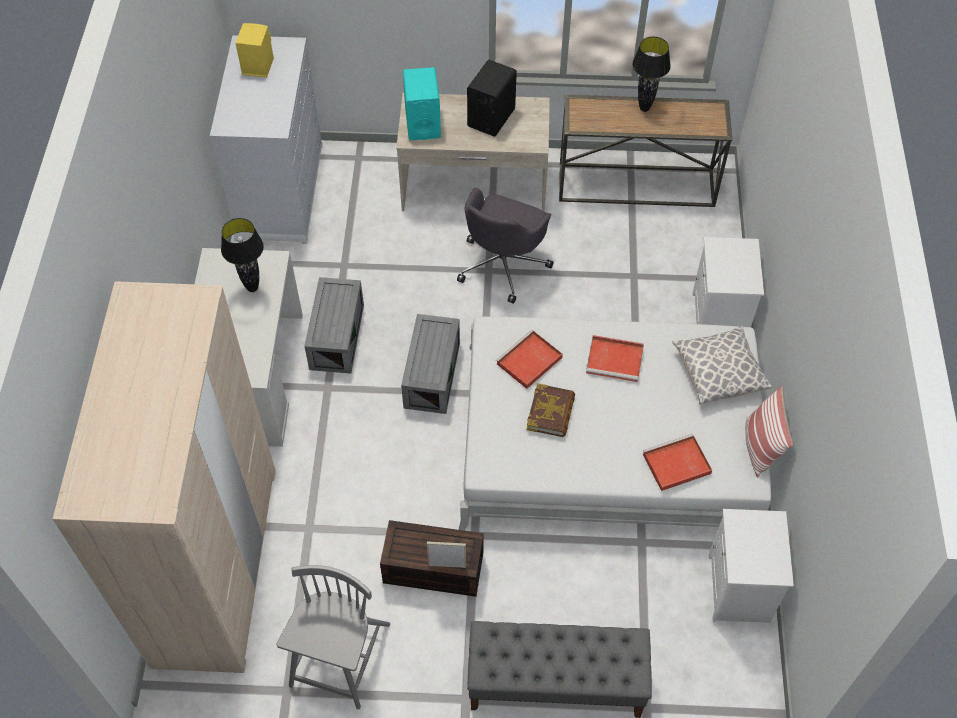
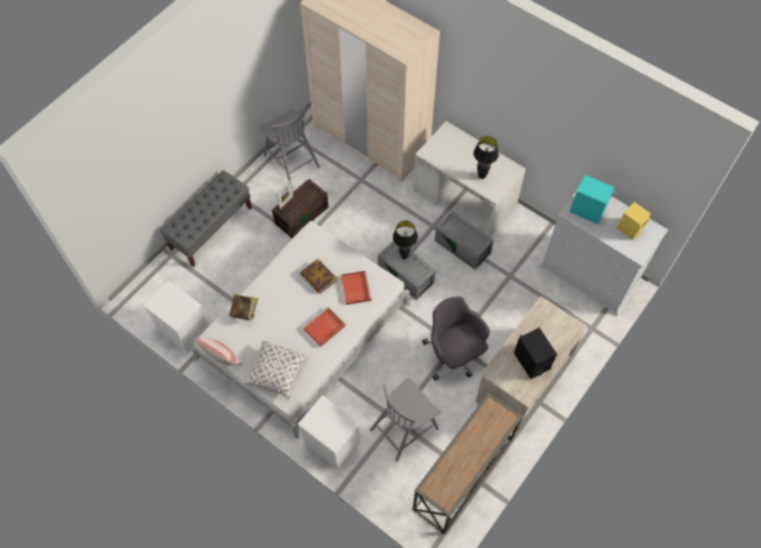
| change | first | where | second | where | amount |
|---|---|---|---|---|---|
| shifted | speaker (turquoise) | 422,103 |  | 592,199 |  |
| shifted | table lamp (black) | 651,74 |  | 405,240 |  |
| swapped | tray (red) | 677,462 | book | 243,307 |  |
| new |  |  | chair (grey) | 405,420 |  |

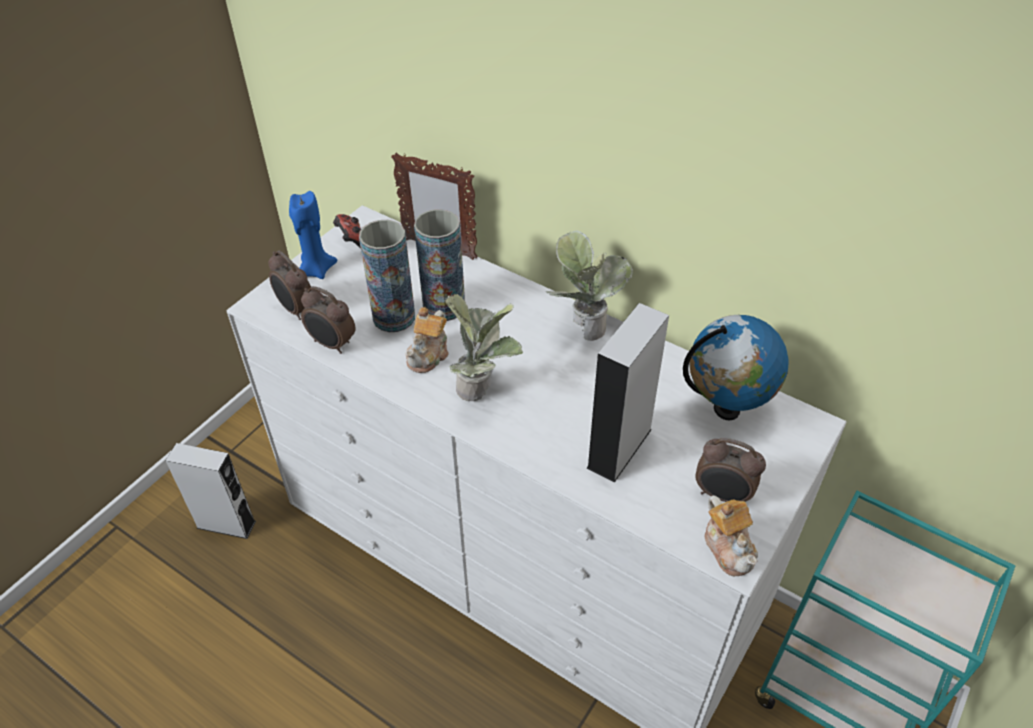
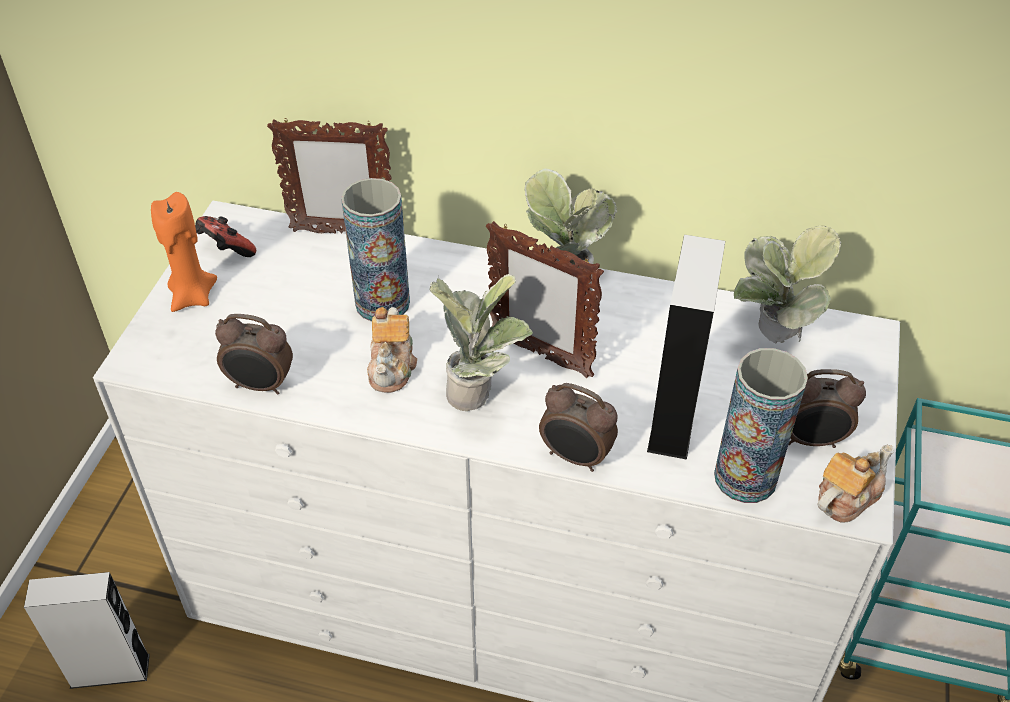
| change | first | where | second | where | amount |
|---|---|---|---|---|---|
| shifted | alarm clock | 289,285 |  | 578,427 |  |
| repainted | candle (blue) | 313,235 | candle (orange) | 184,252 |  |
| shifted | vase | 387,276 |  | 761,425 |  |
| swapped | globe | 736,367 | potted plant | 788,284 |  |
| rotated | teapot | 731,535 |  | 855,483 | 90 degrees counterclockwise |
| new |  |  | picture frame | 545,299 |  |

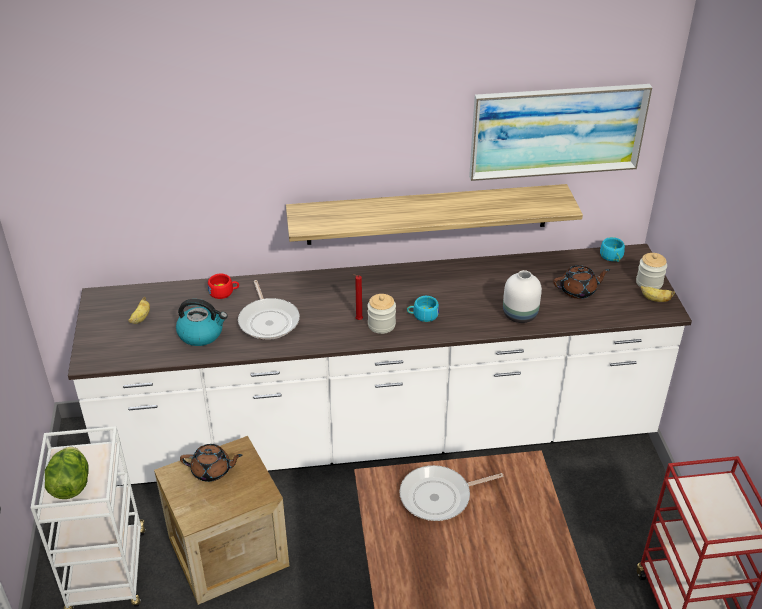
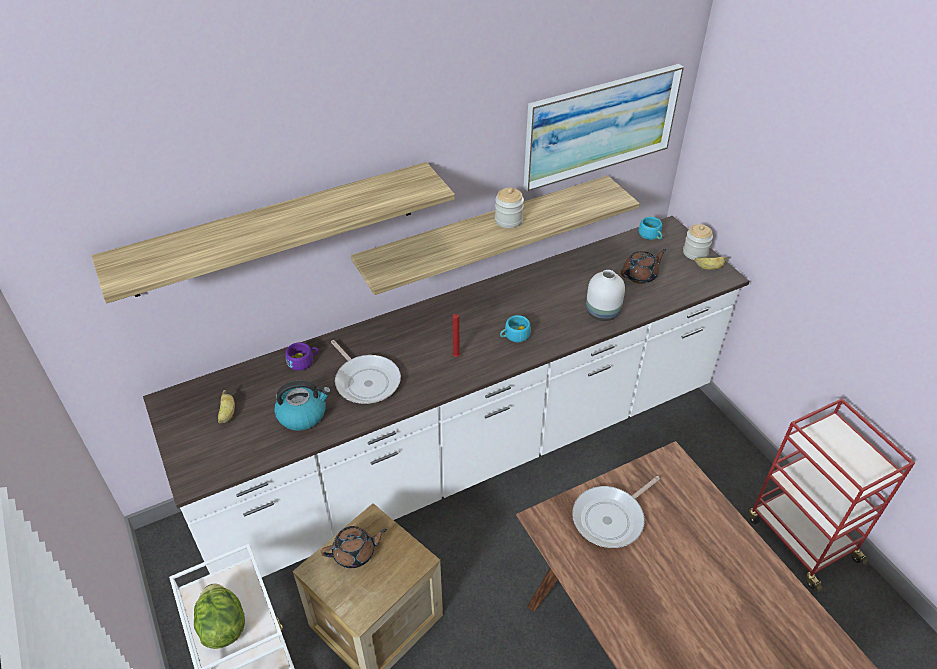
| change | first | where | second | where | amount |
|---|---|---|---|---|---|
| repainted | cup (red) | 223,286 | cup (purple) | 302,356 |  |
| shifted | jar | 381,314 |  | 509,208 |  |
| new |  |  | shelf | 273,233 |  |

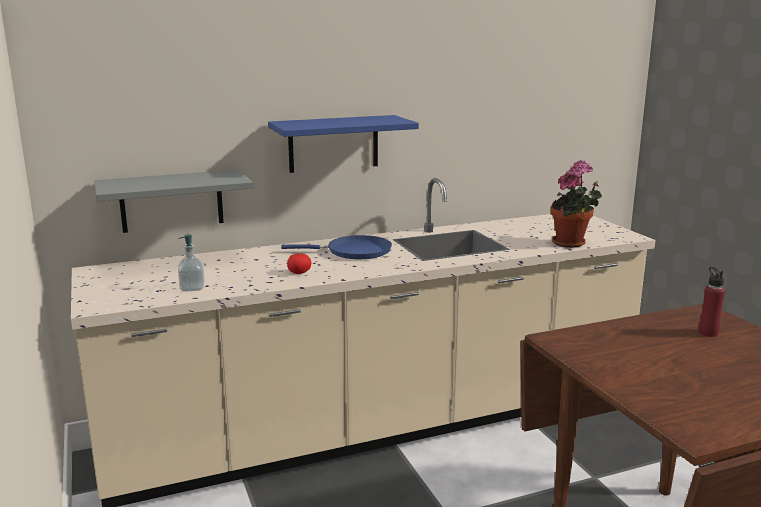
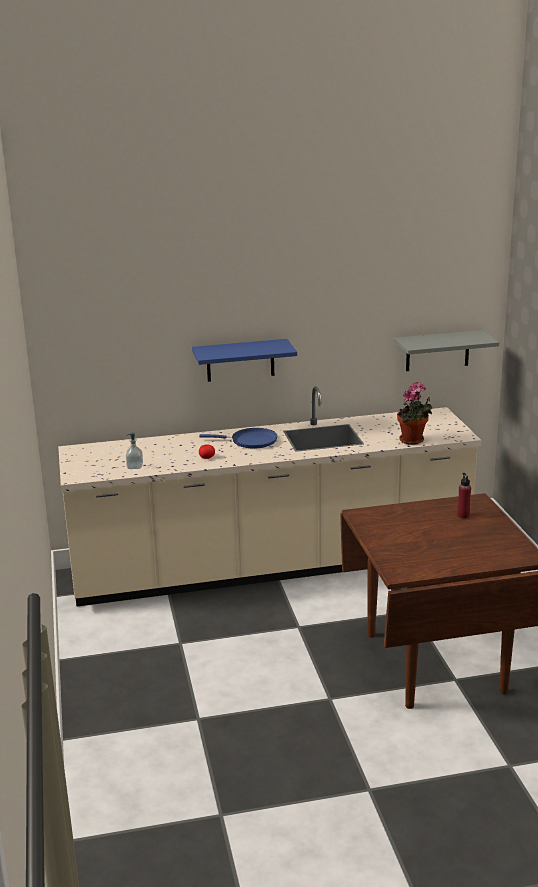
| change | first | where | second | where | amount |
|---|---|---|---|---|---|
| shifted | shelf (grey) | 173,201 |  | 446,350 |  |

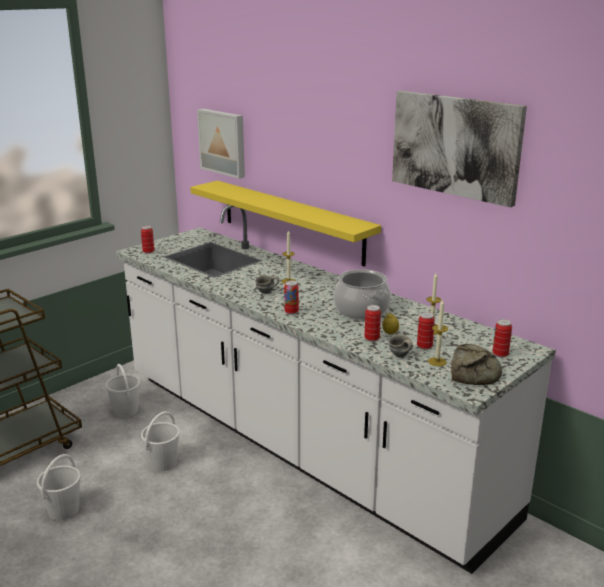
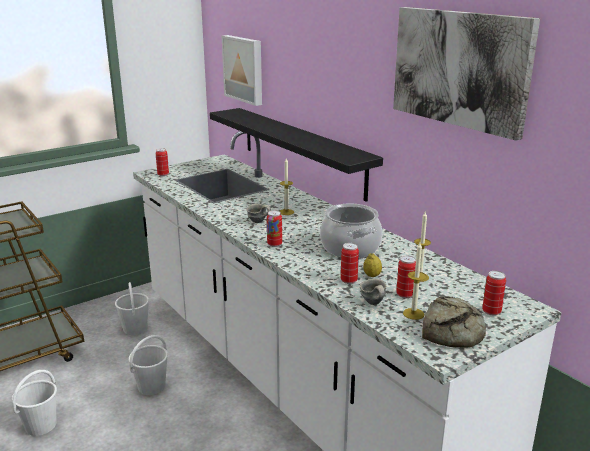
| change | first | where | second | where | amount |
|---|---|---|---|---|---|
| repainted | shelf (yellow) | 285,224 | shelf (black) | 296,155 |  |

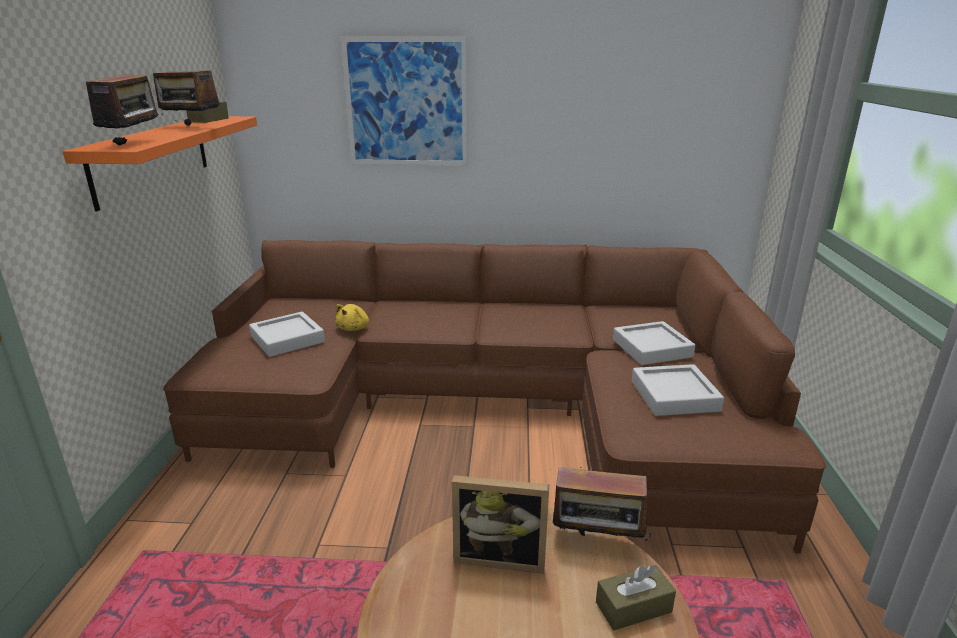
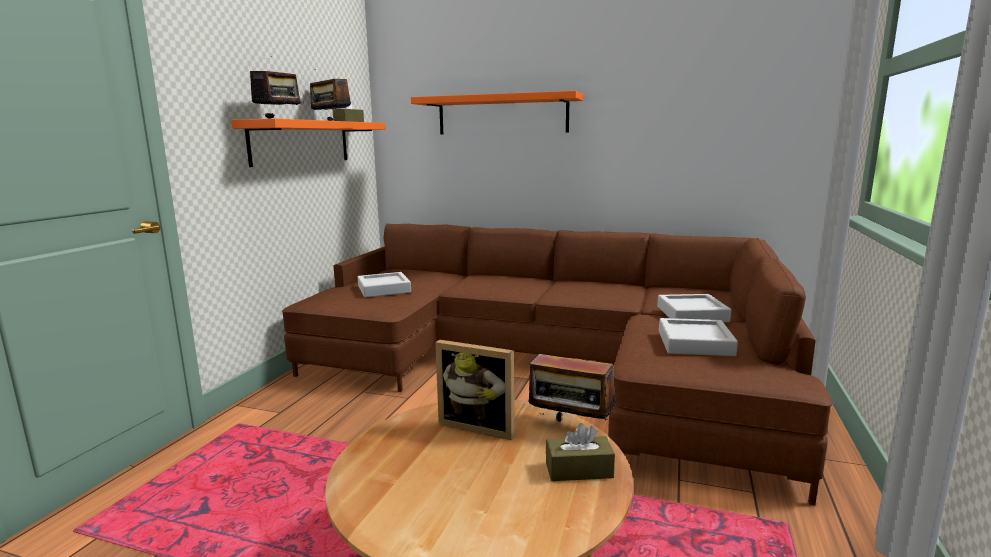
| change | first | where | second | where | amount |
|---|---|---|---|---|---|
| gone | plush toy (yellow) | 352,317 |  |  |  |
| swapped | picture | 404,100 | shelf (orange) | 497,112 |  |

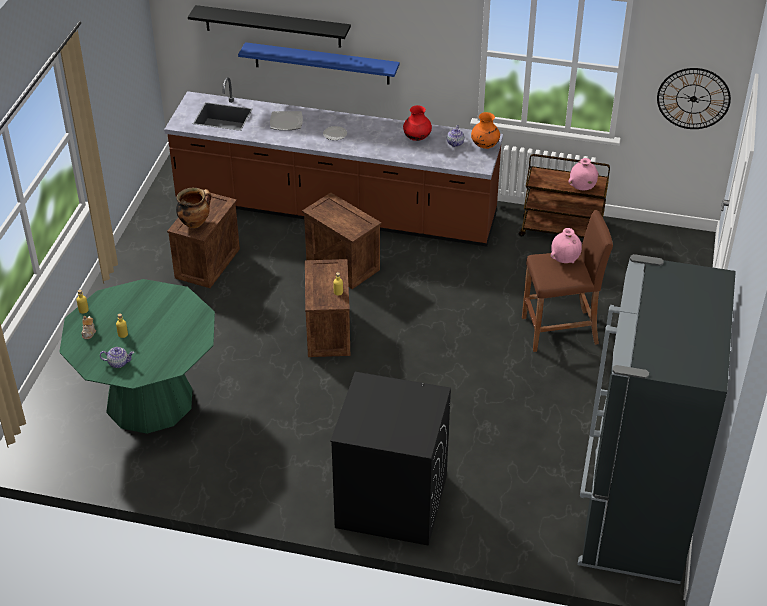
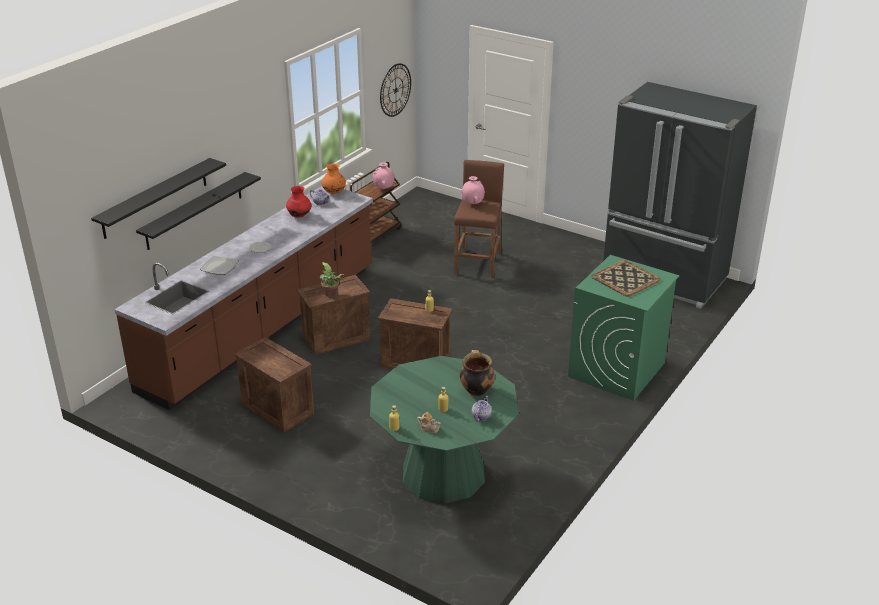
| change | first | where | second | where | amount |
|---|---|---|---|---|---|
| shifted | cooking pot | 193,208 |  | 477,373 |  |
| repainted | shelf (blue) | 319,63 | shelf (black) | 198,211 |  |
| repainted | washing machine (black) | 390,459 | washing machine (green) | 623,328 |  |
| new |  |  | potted plant | 332,279 |  |
| new |  |  | tray | 626,278 |  |

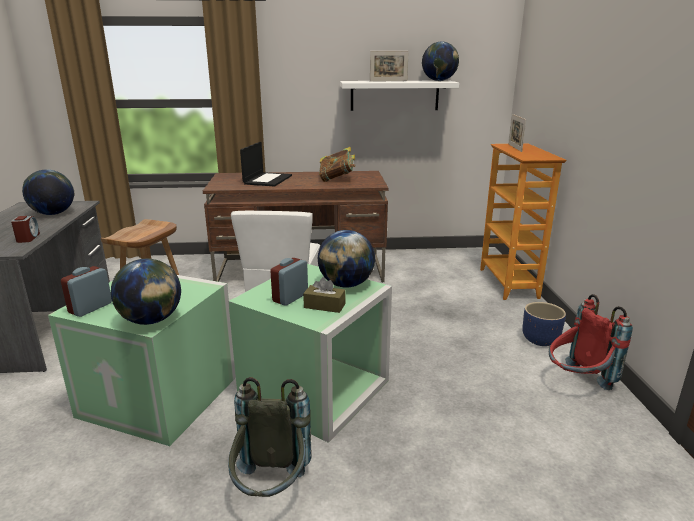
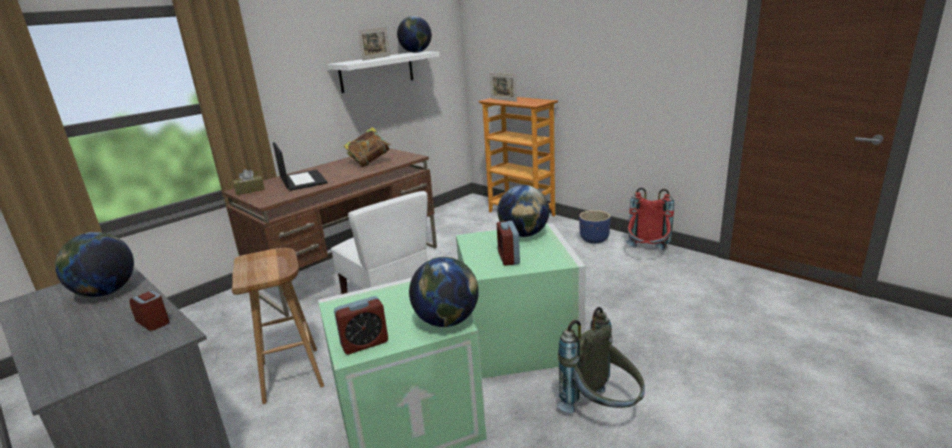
| change | first | where | second | where | amount |
|---|---|---|---|---|---|
| rotated | alarm clock | 86,291 |  | 361,325 | 105 degrees counterclockwise |
| shifted | tissue box (brown) | 324,295 |  | 249,182 |  |

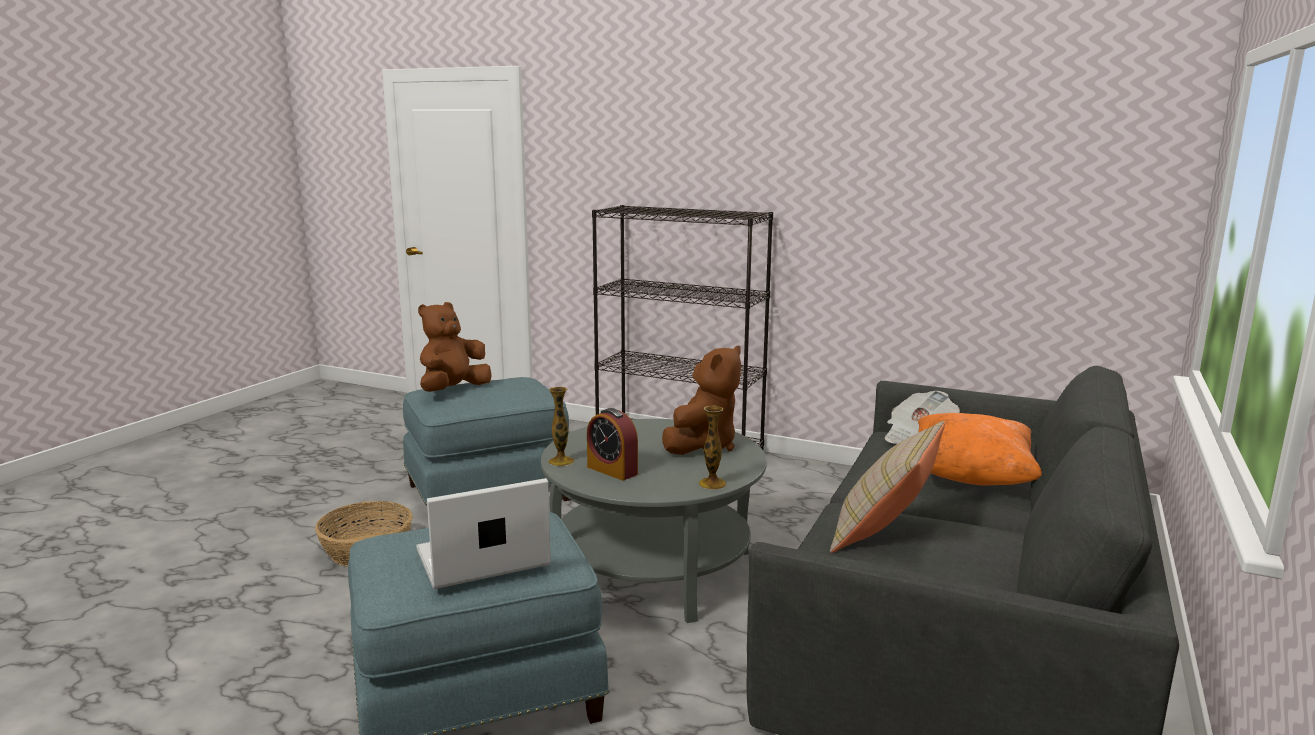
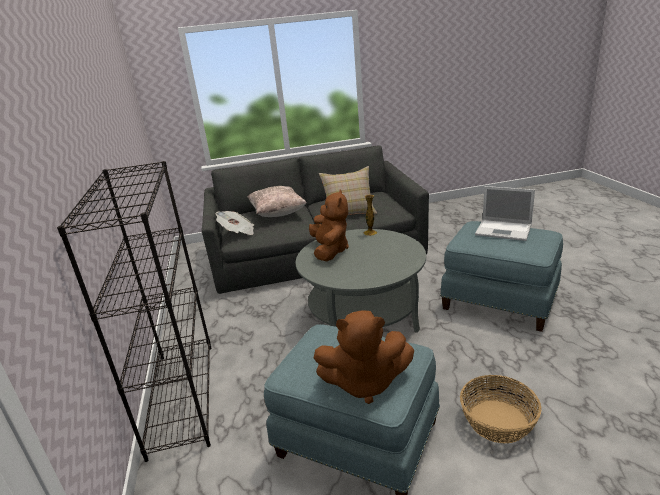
| change | first | where | second | where | amount |
|---|---|---|---|---|---|
| gone | vase | 561,426 |  |  |  |
| gone | alarm clock | 612,444 |  |  |  |
| rotated | plush toy (brown) | 701,400 |  | 329,226 | 90 degrees clockwise |
| repainted | pillow (orange) | 980,449 | pillow (beige) | 277,201 |  |

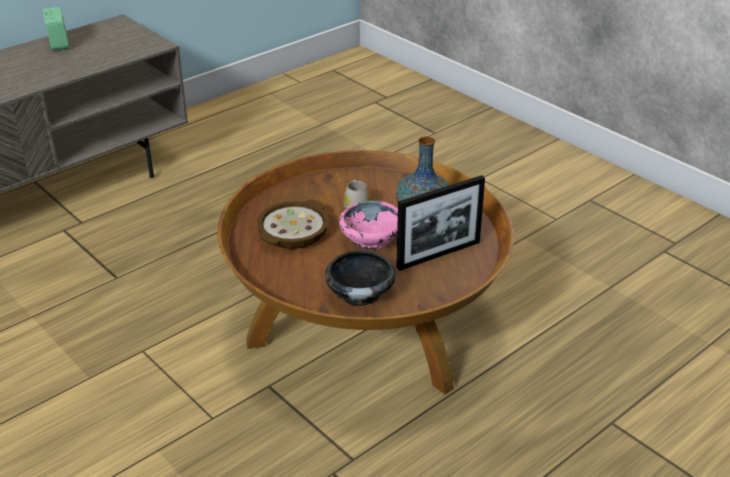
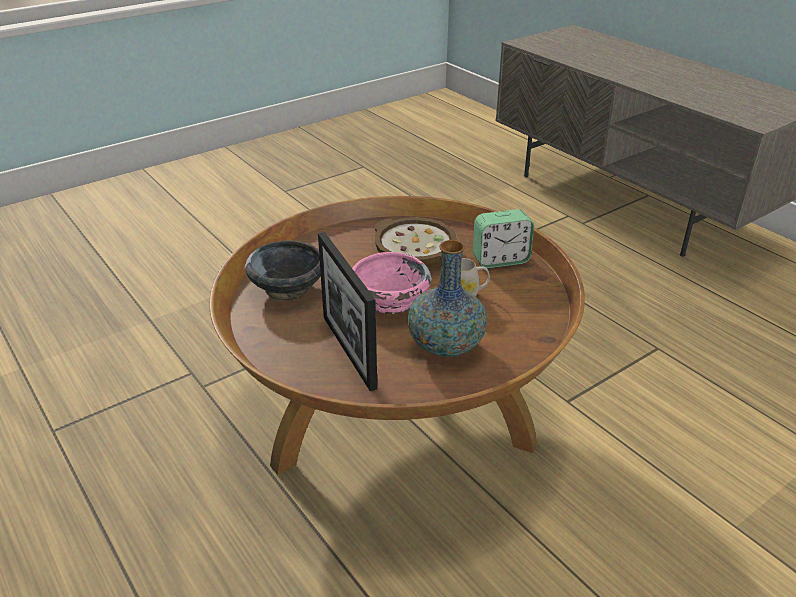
| change | first | where | second | where | amount |
|---|---|---|---|---|---|
| shifted | alarm clock | 56,29 |  | 503,238 |  |

